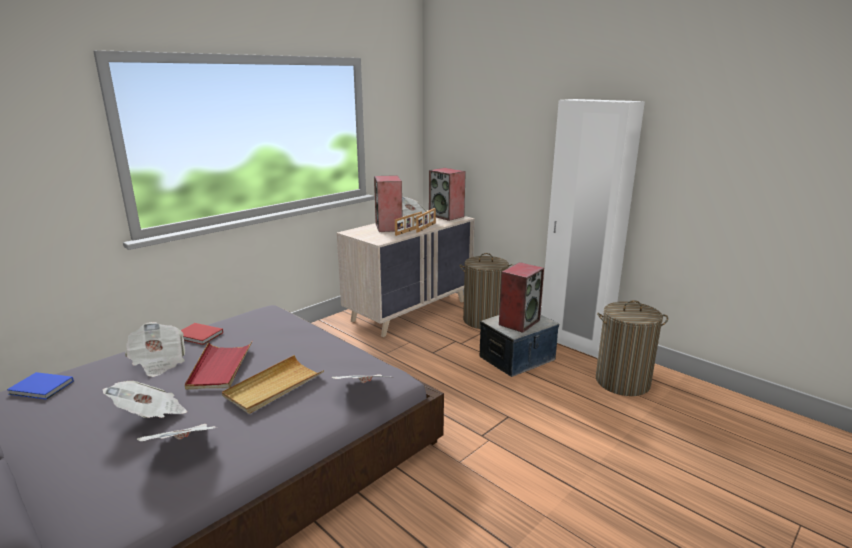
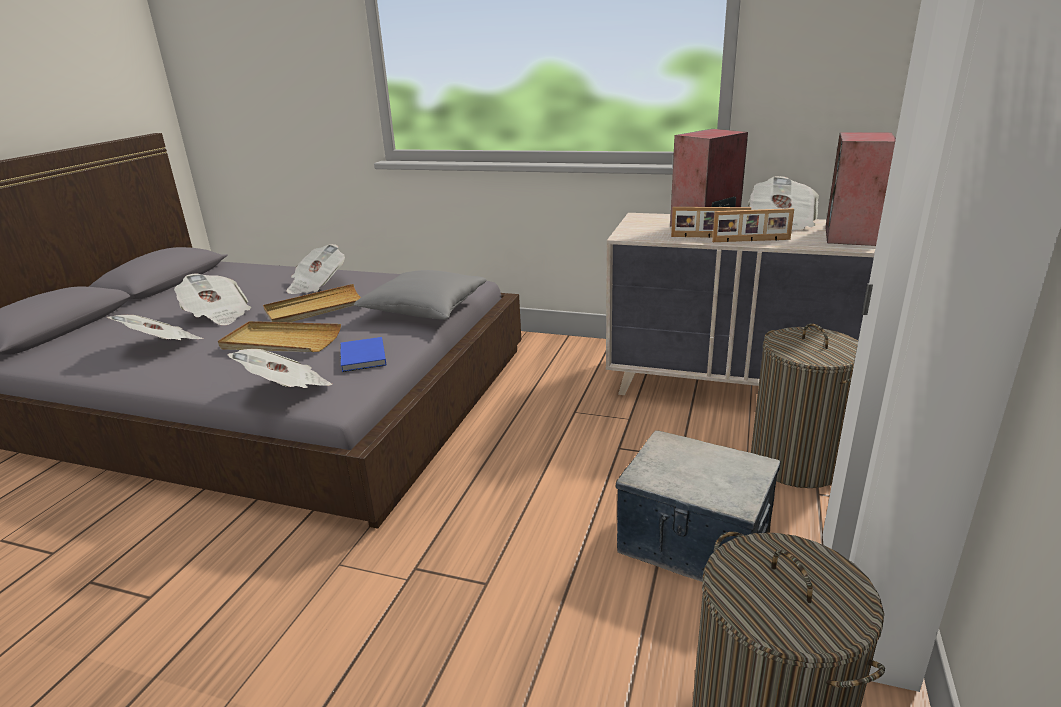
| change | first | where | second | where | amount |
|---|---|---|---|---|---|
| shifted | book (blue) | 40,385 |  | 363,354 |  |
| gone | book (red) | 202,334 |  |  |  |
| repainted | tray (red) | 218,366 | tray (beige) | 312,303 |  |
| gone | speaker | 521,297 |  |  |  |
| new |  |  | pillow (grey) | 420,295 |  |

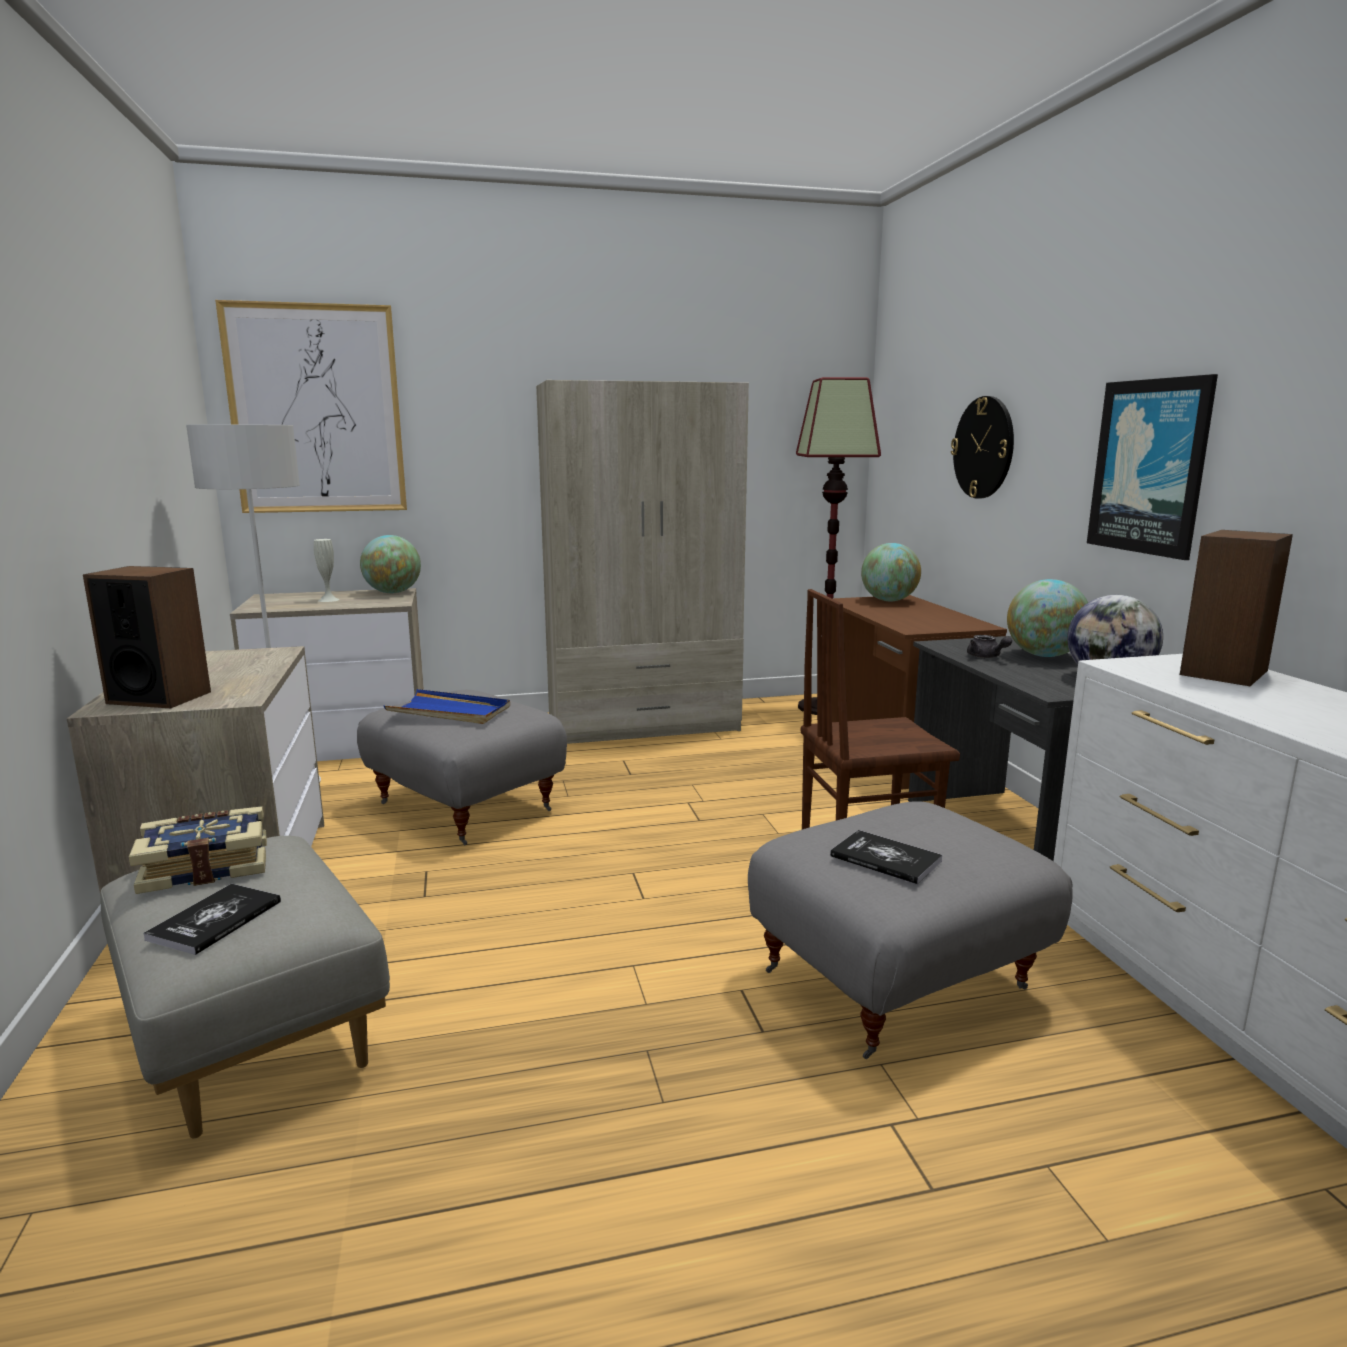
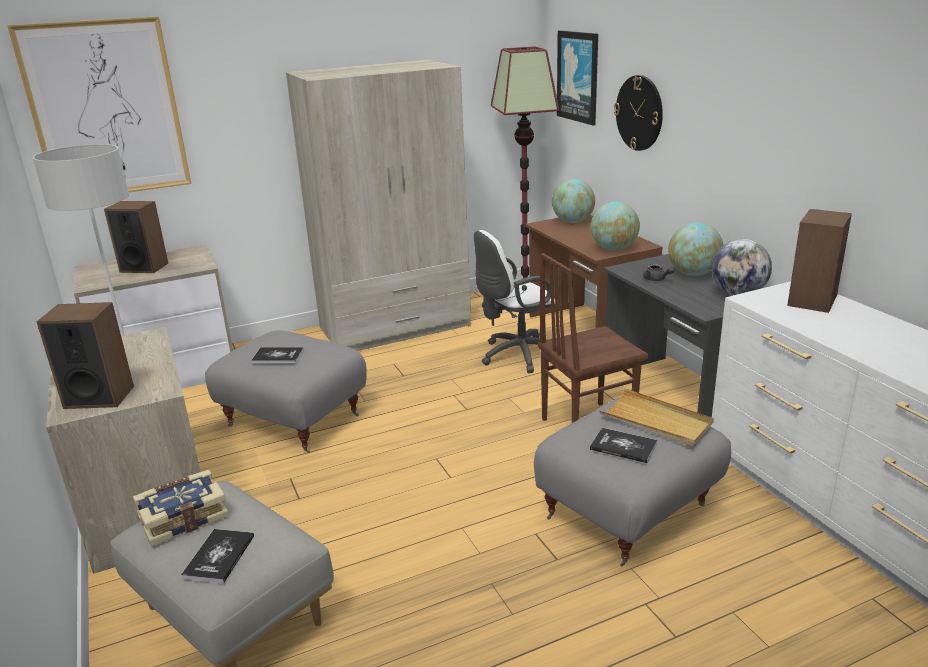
| change | first | where | second | where | amount |
|---|---|---|---|---|---|
| swapped | vase (white) | 327,570 | speaker | 136,237 |  |
| shifted | globe | 390,564 |  | 615,226 |  |
| swapped | tray (blue) | 447,706 | book | 277,355 |  |
| shifted | picture | 1152,467 |  | 577,78 |  |
| new |  |  | office chair (white) | 514,301 |  |
| new |  |  | tray (beige) | 656,417 |  |

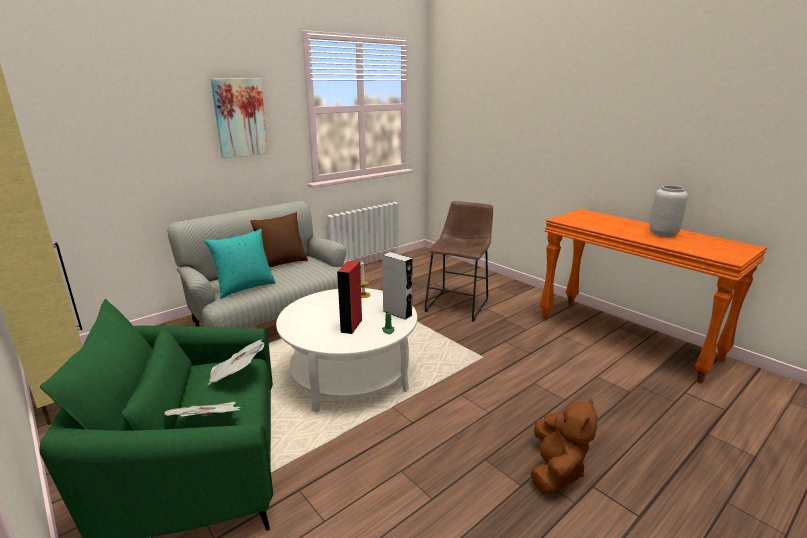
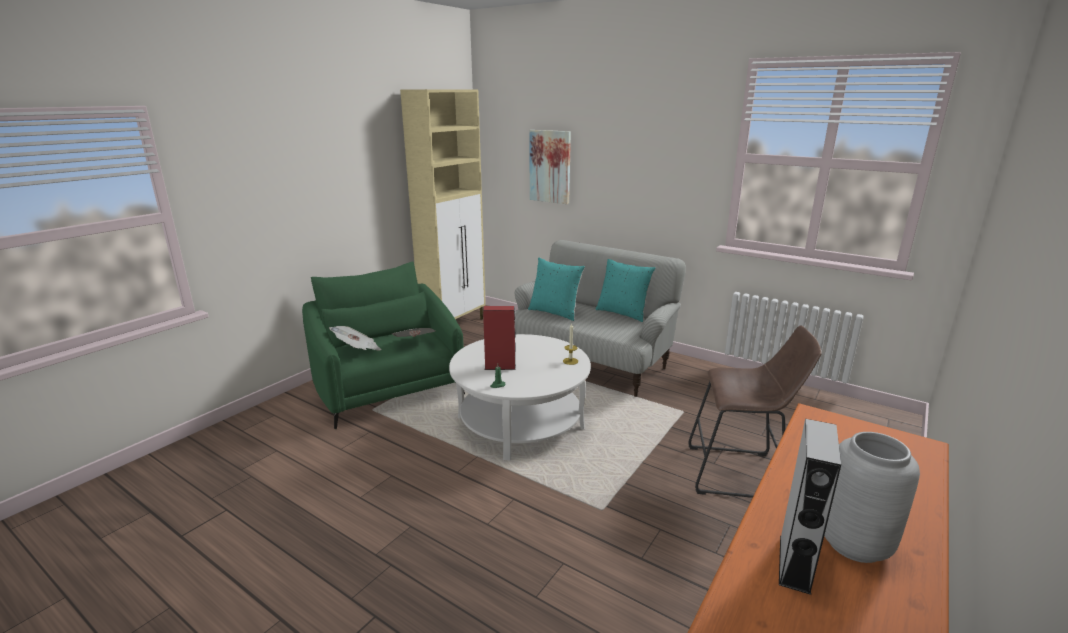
| change | first | where | second | where | amount |
|---|---|---|---|---|---|
| shifted | picture | 239,118 |  | 550,167 |  |
| repainted | pillow (brown) | 279,239 | pillow (turquoise) | 625,290 |  |
| shifted | speaker (grey) | 397,286 |  | 810,507 |  |
| gone | plush toy (brown) | 564,446 |  |  |  |

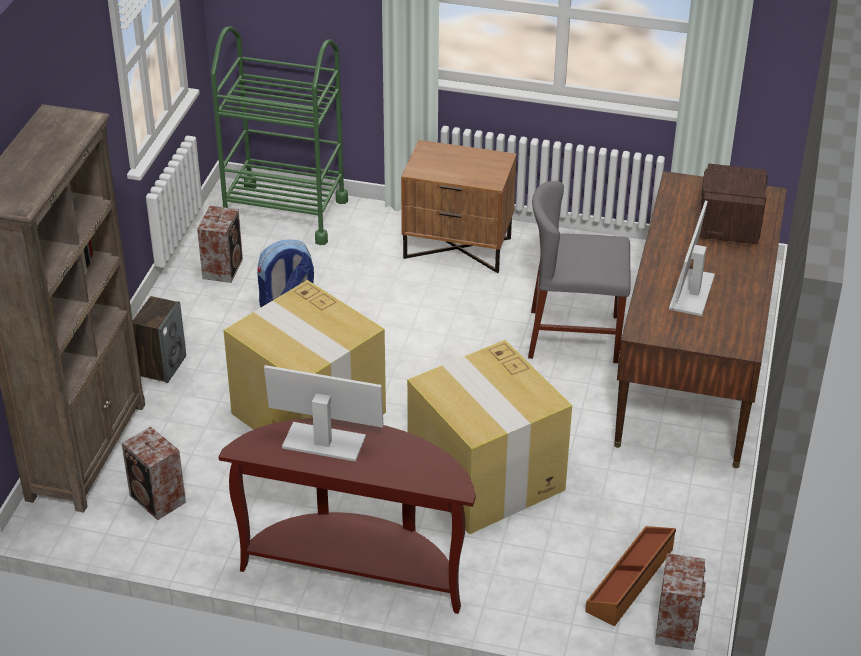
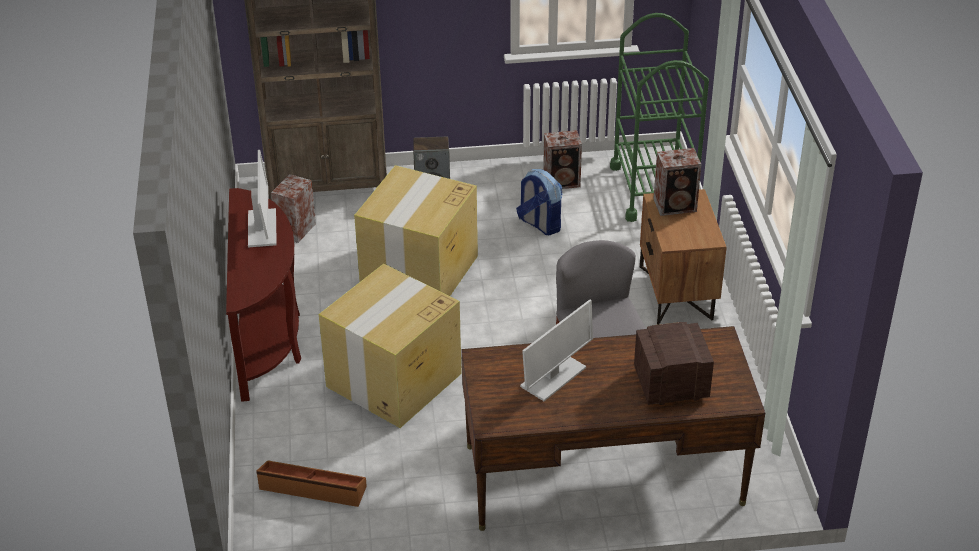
| change | first | where | second | where | amount |
|---|---|---|---|---|---|
| shifted | speaker | 680,601 |  | 677,182 |  |
| rotated | monitor | 692,258 |  | 556,350 | 135 degrees clockwise |

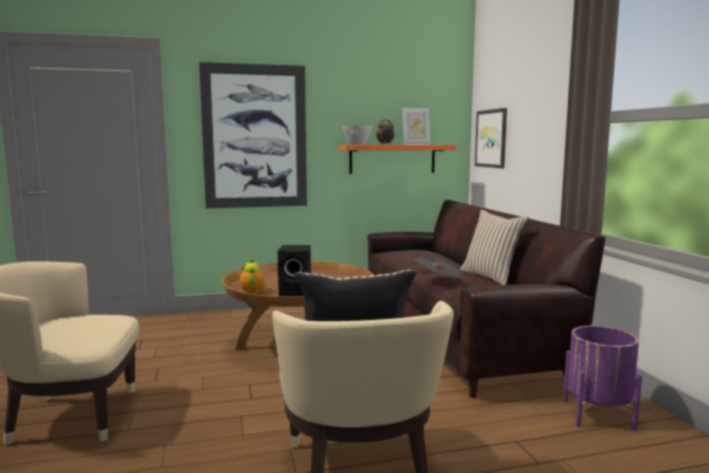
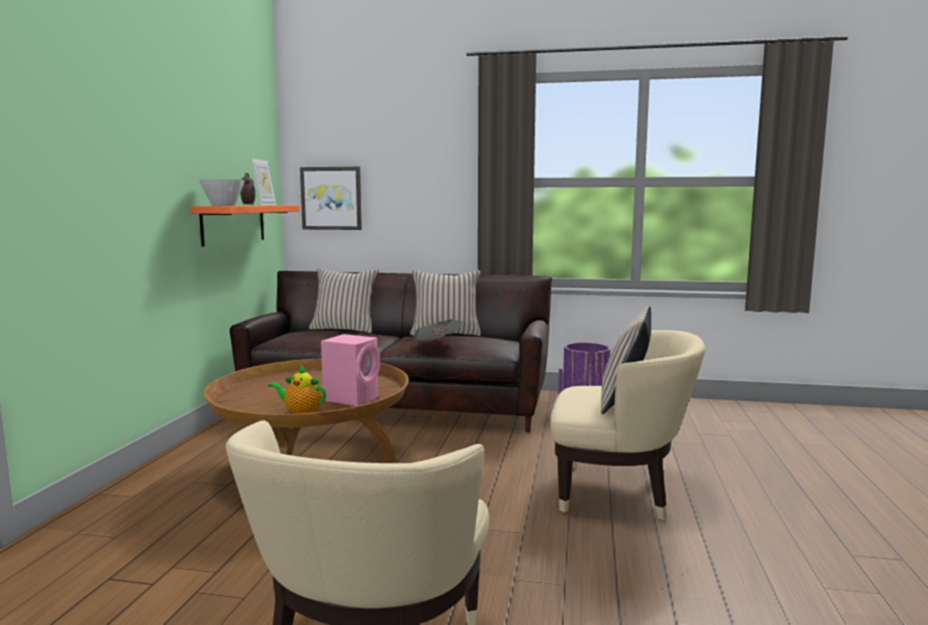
| change | first | where | second | where | amount |
|---|---|---|---|---|---|
| gone | picture | 253,135 |  |  |  |
| repainted | speaker (black) | 294,271 | speaker (pink) | 350,370 |  |
| new |  |  | pillow (beige) | 344,300 |  |

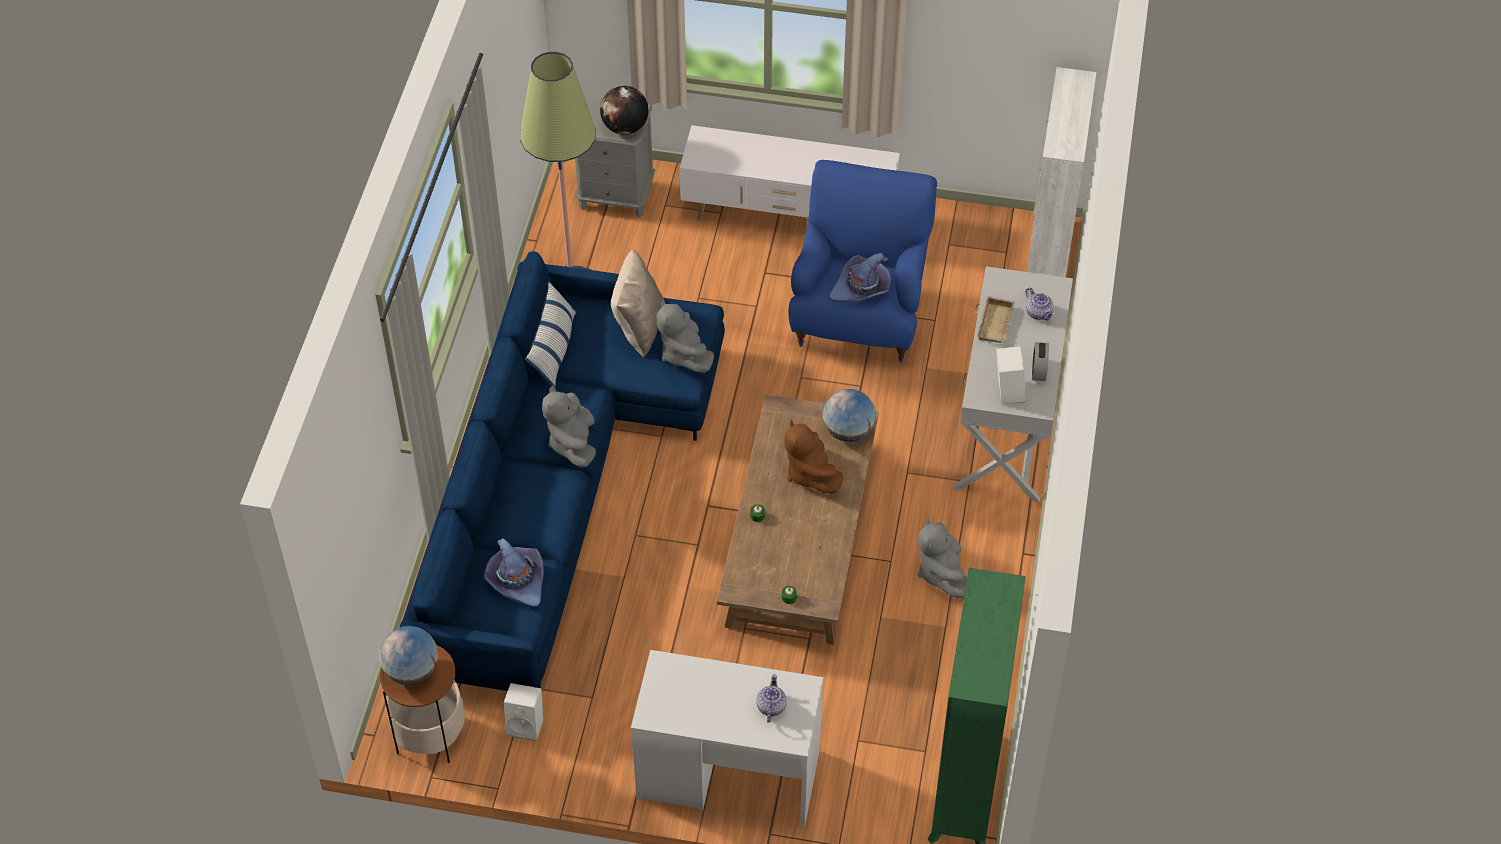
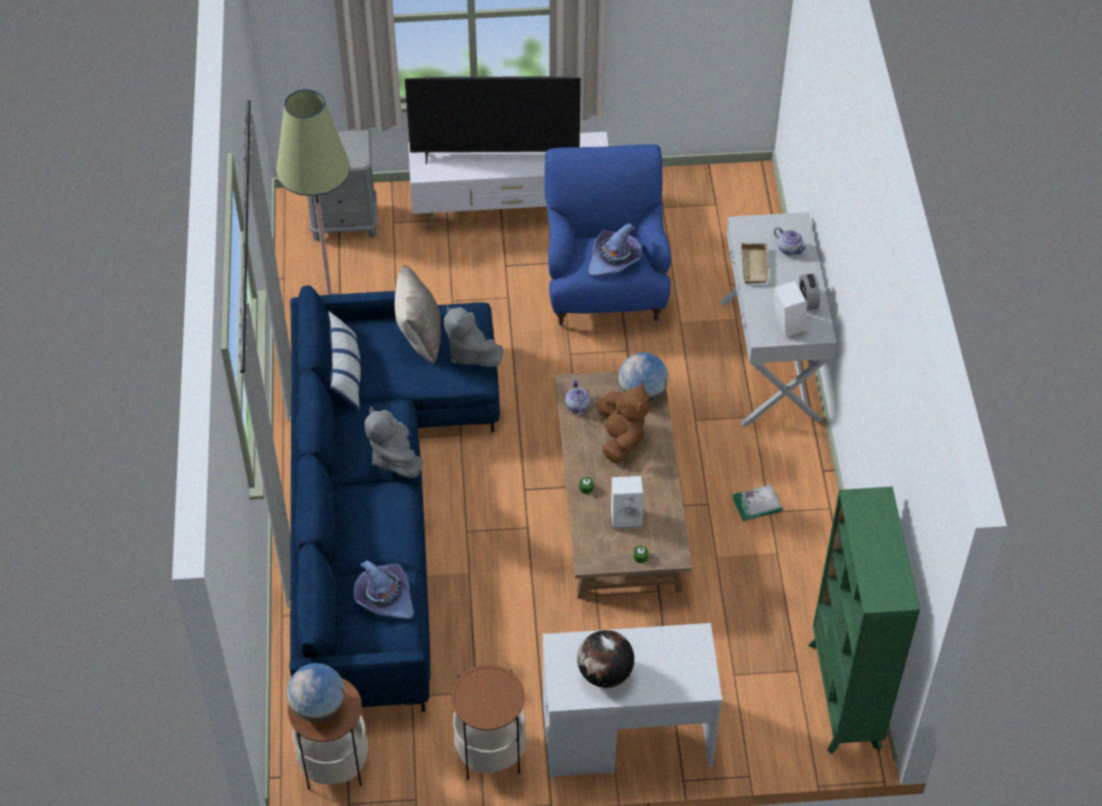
| change | first | where | second | where | amount |
|---|---|---|---|---|---|
| shifted | speaker (white) | 523,712 |  | 627,502 |  |
| shifted | globe | 624,110 |  | 605,659 |  |
| shifted | teapot | 771,698 |  | 578,397 |  |
| rotated | plush toy (brown) | 813,457 |  | 623,422 | 150 degrees counterclockwise |
| swapped | plush toy (grey) | 942,558 | book | 757,502 |  |
| gone | cabinet (white) | 1062,172 |  |  |  |
| new |  |  | television | 493,120 |  |
| new |  |  | side table | 488,722 |  |

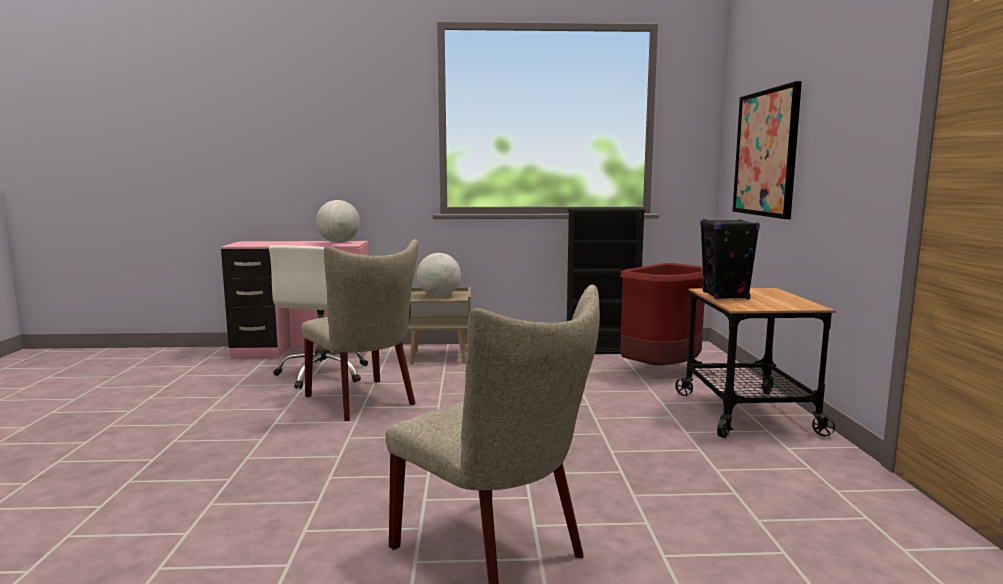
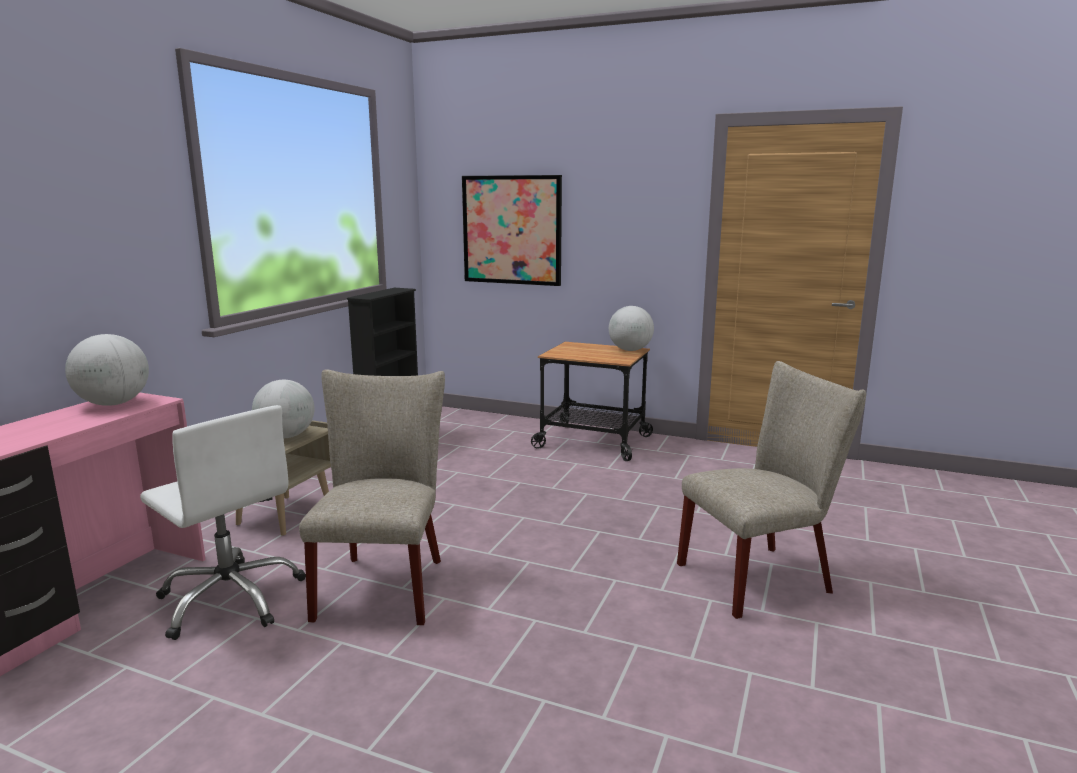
| change | first | where | second | where | amount |
|---|---|---|---|---|---|
| rotated | chair (beige) | 359,330 |  | 372,497 | 75 degrees counterclockwise |
| gone | trash can (red) | 662,314 |  |  |  |
| gone | speaker (black) | 730,259 |  |  |  |
| new |  |  | globe | 631,328 |  |

